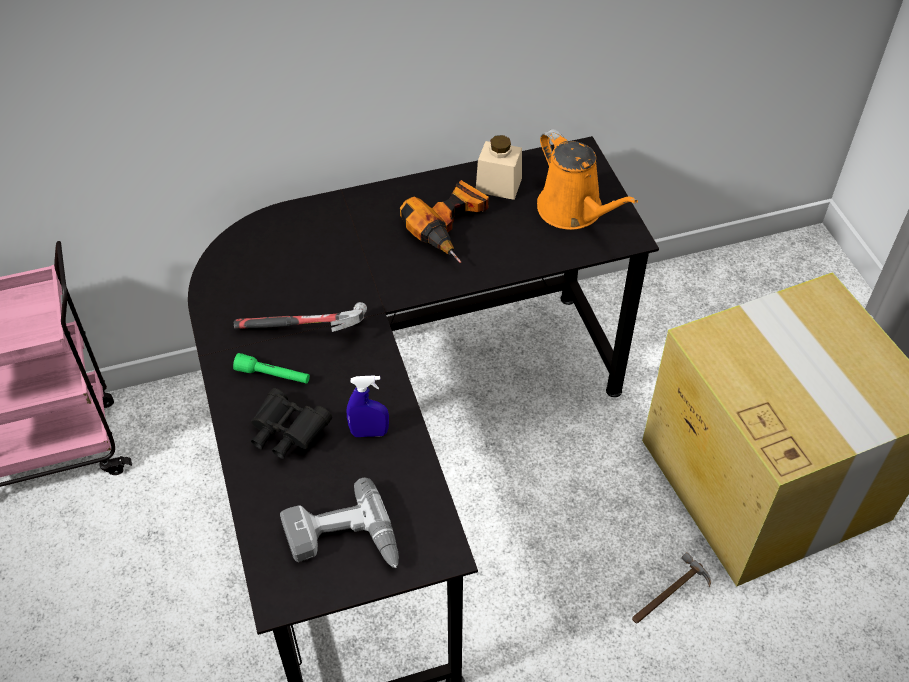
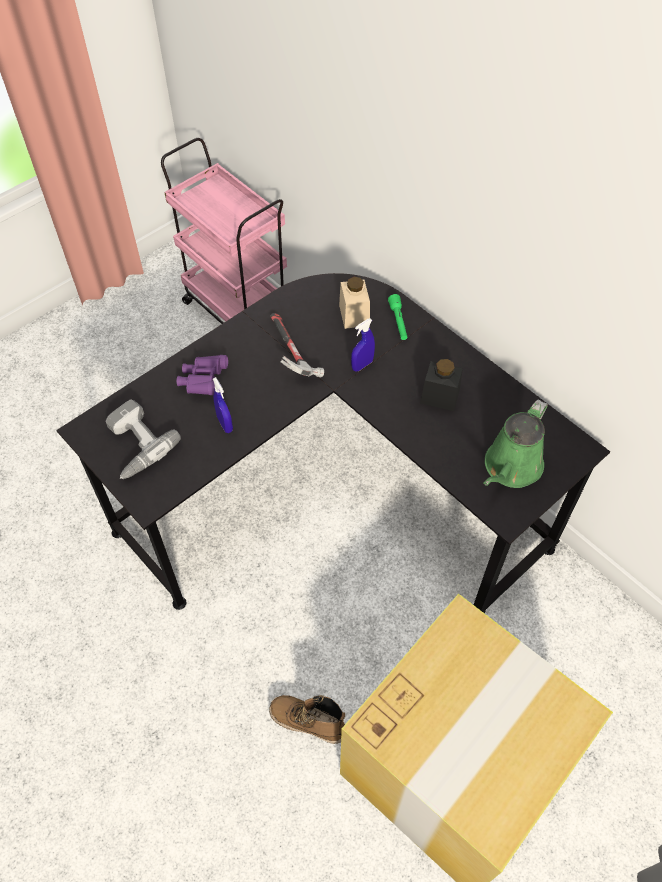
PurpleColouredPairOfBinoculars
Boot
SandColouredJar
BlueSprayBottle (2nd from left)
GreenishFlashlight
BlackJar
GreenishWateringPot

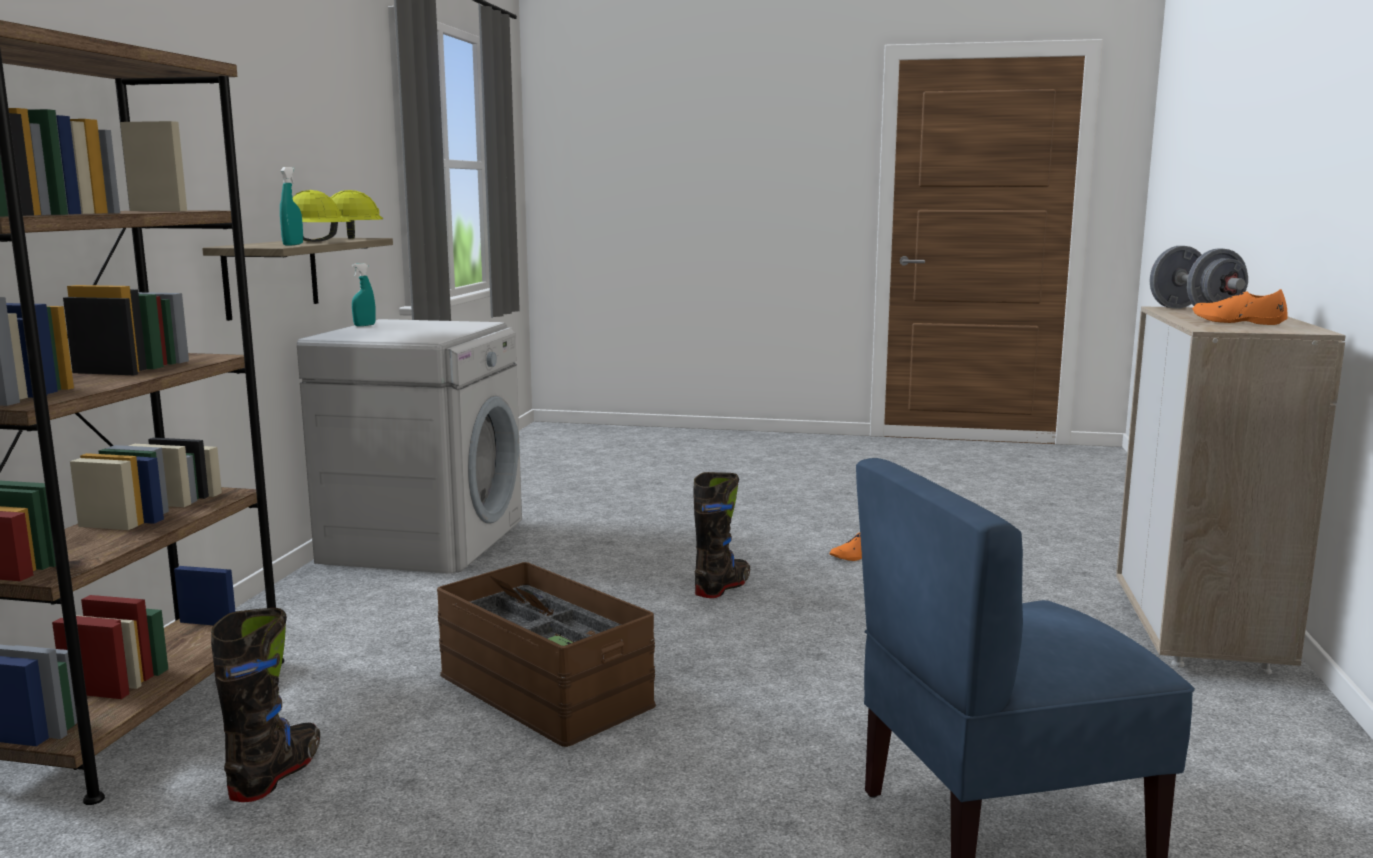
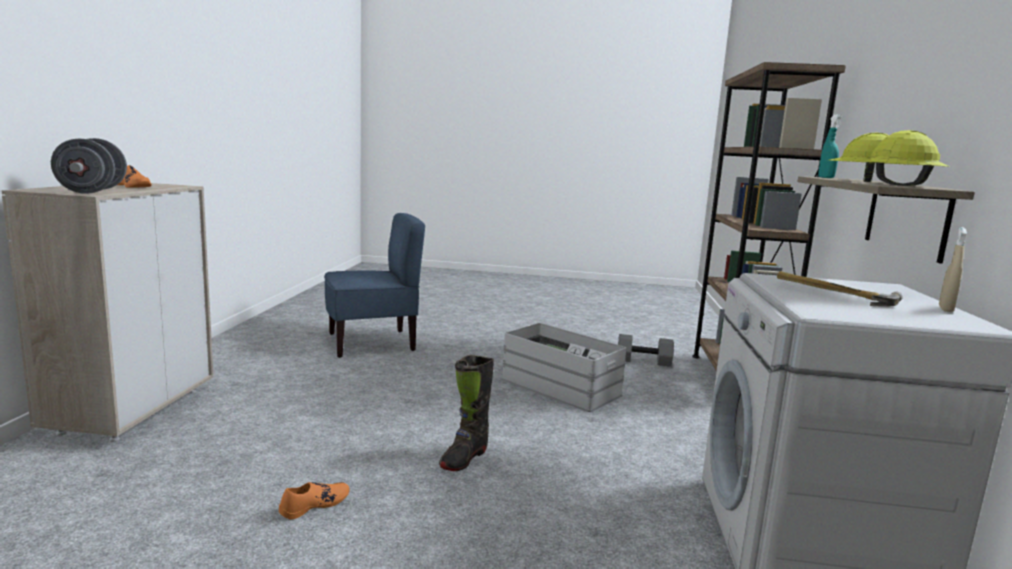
GreyStorageBox
GreyHandWeight (2nd from left)
ToolHammer
SandColouredSprayBottle

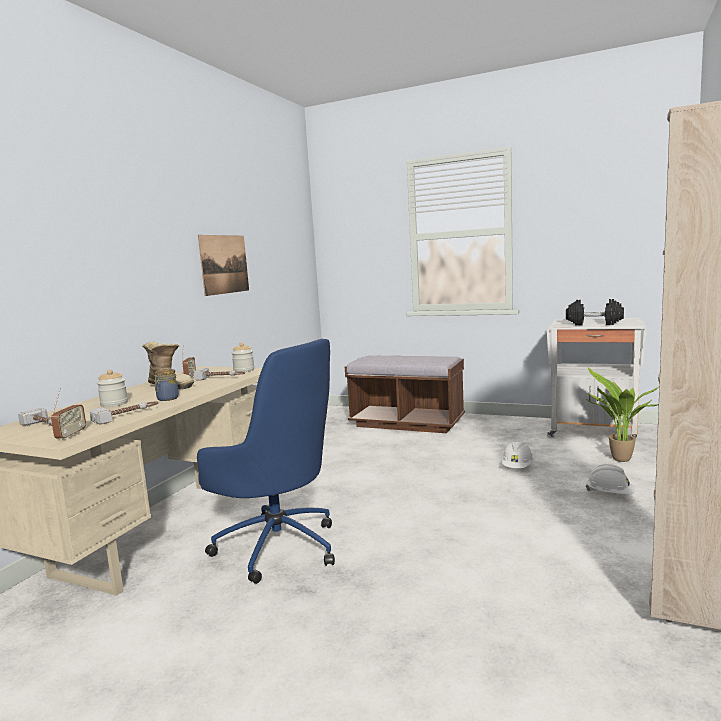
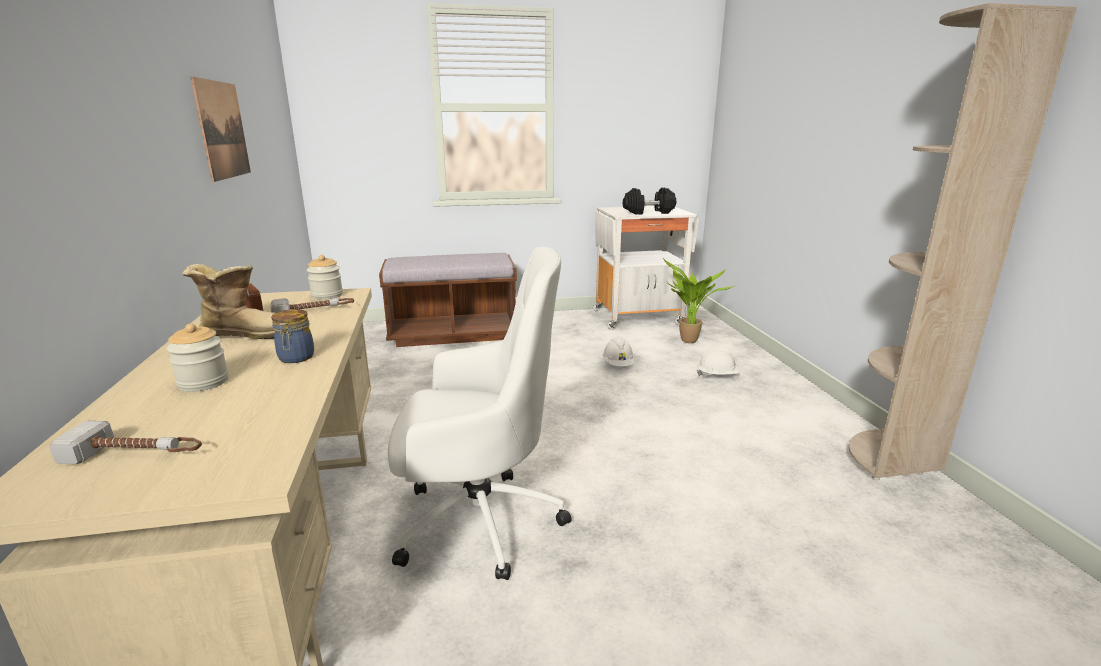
WhiteOfficeChair
Radio (1st from left in the first image)
ToolHammer (2nd from left in the first image)

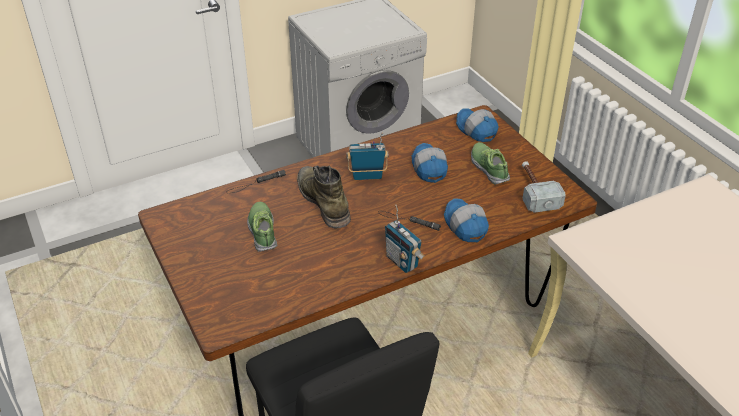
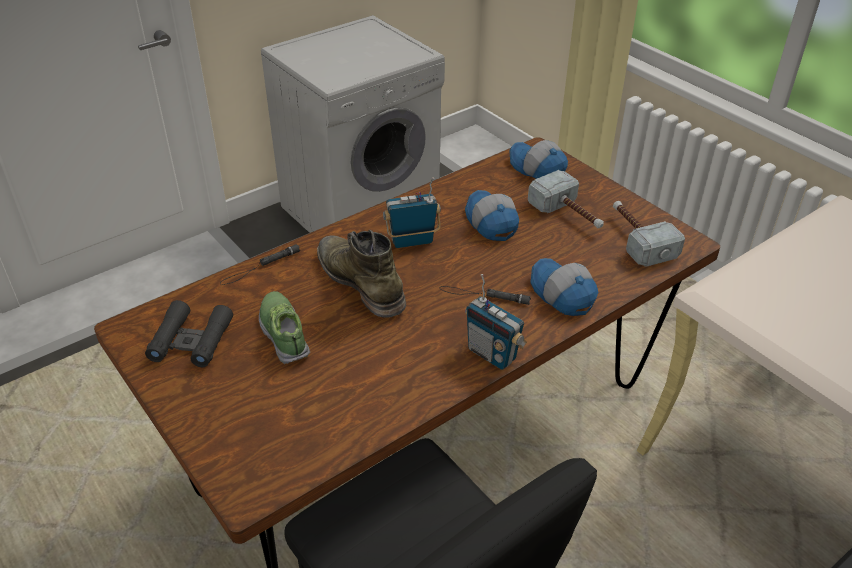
BlackPairOfBinoculars
ToolHammer (1st from left)

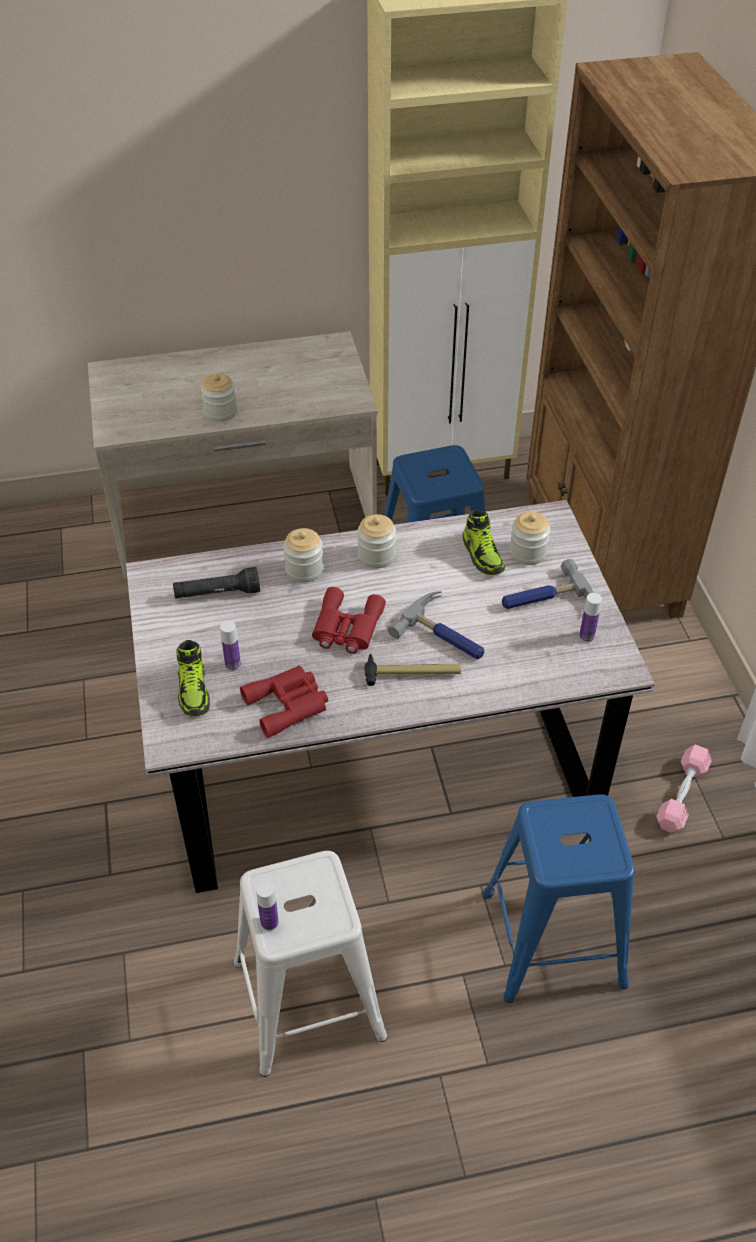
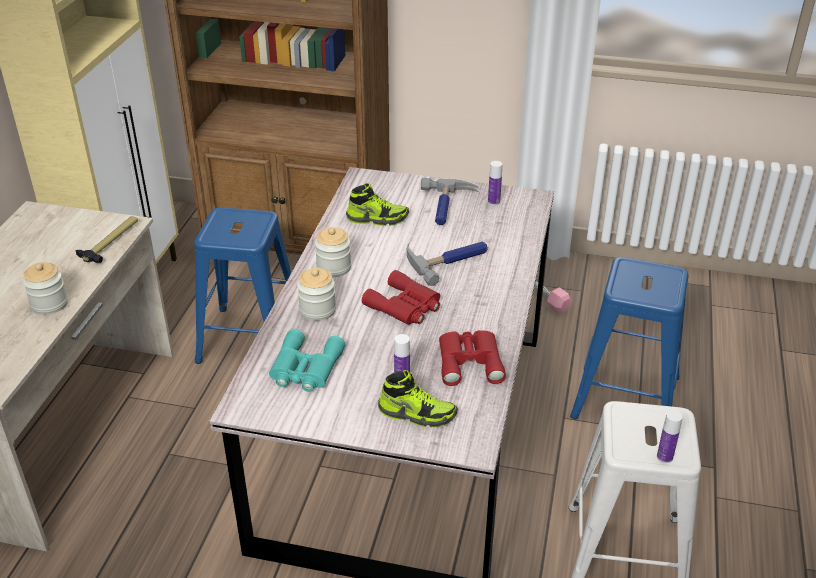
ToolHammer (1st from left)
TurquoisePairOfBinoculars
Jar (4th from left in the first image)

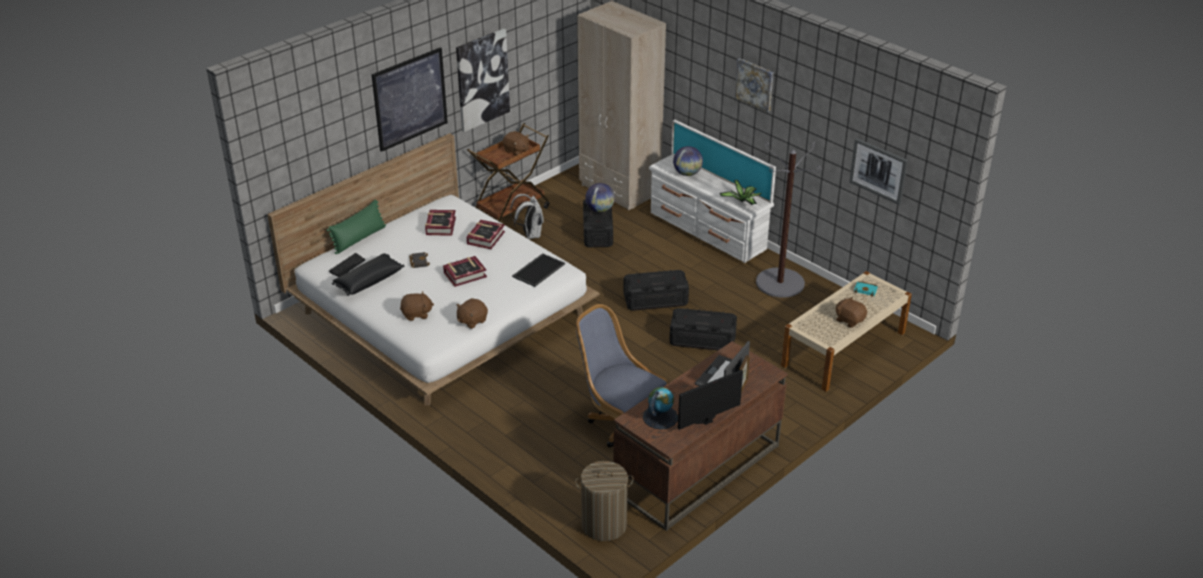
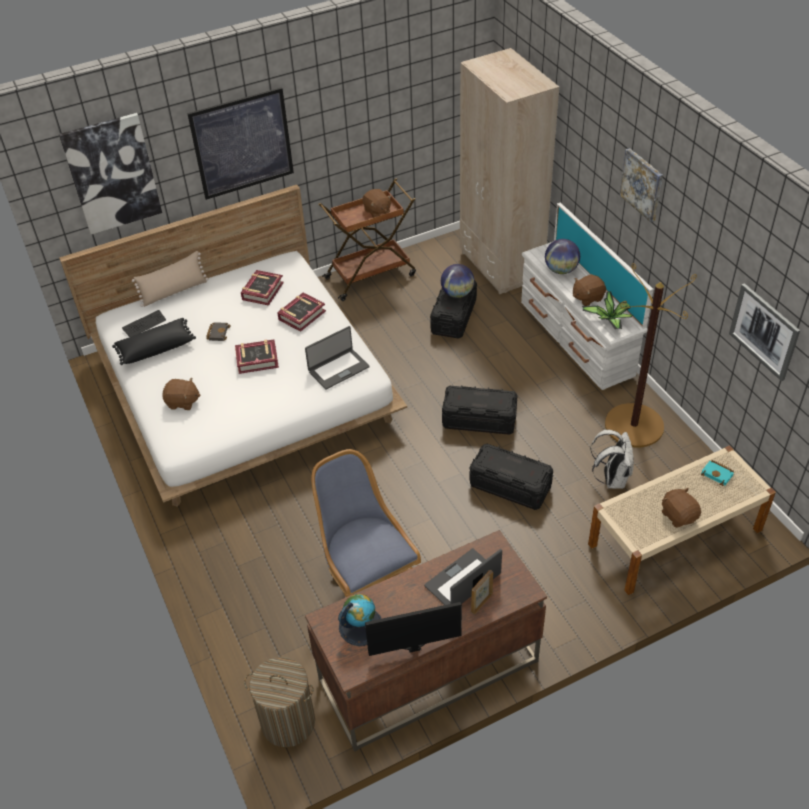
WallArt (1st from left)
SandColouredPillow
PortableComputer (1st from left)
BrownColouredSoftToy (3rd from left)
WhiteRucksack
BrownColouredClothesRack

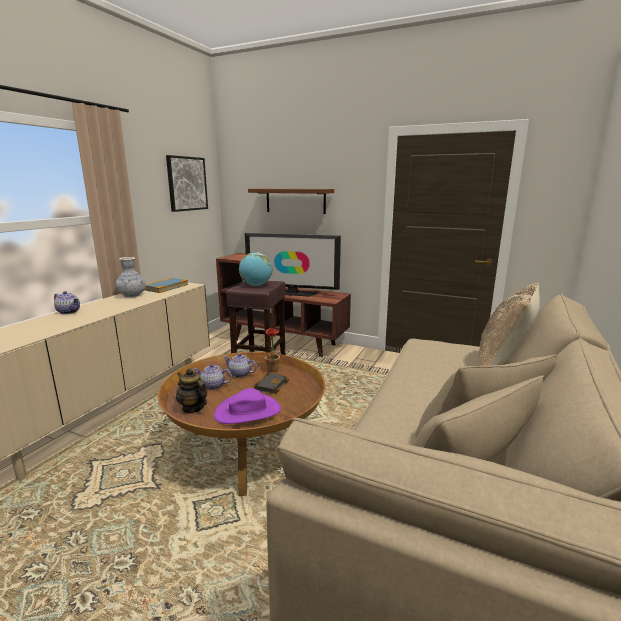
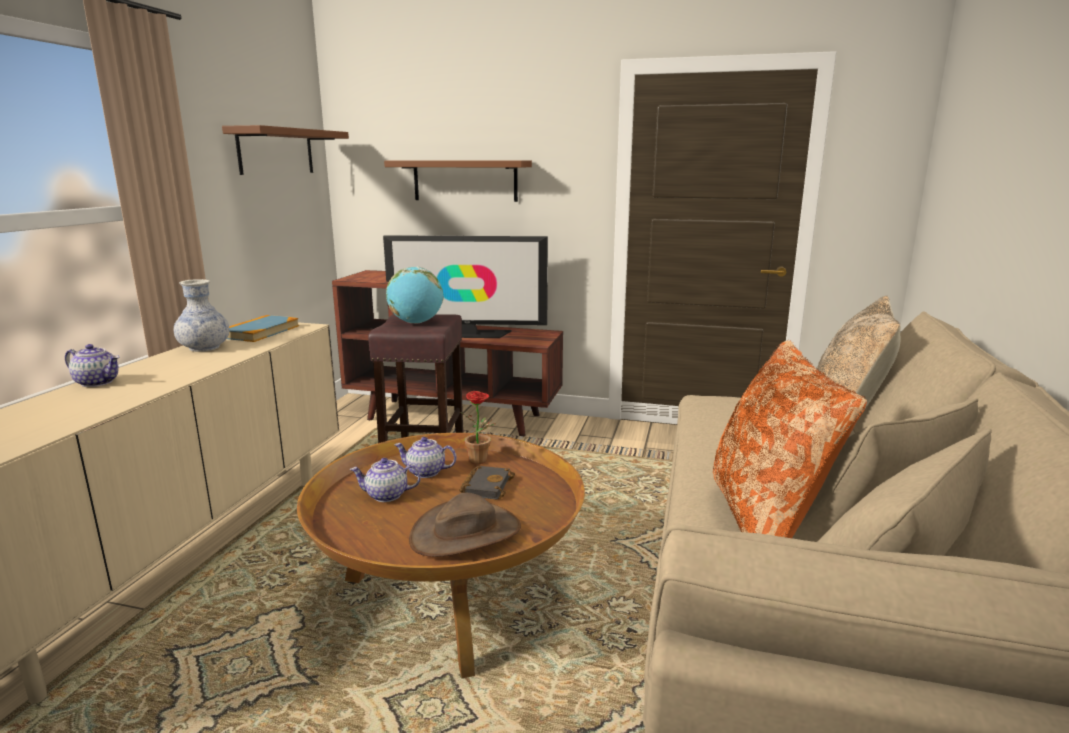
BrownColouredBracketShelf (1st from left)
BrownColouredClothingHat
OrangeColouredPillow
PotForTea (2nd from left in the first image)

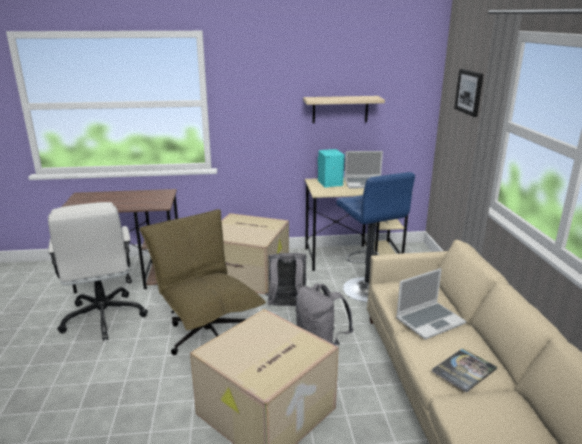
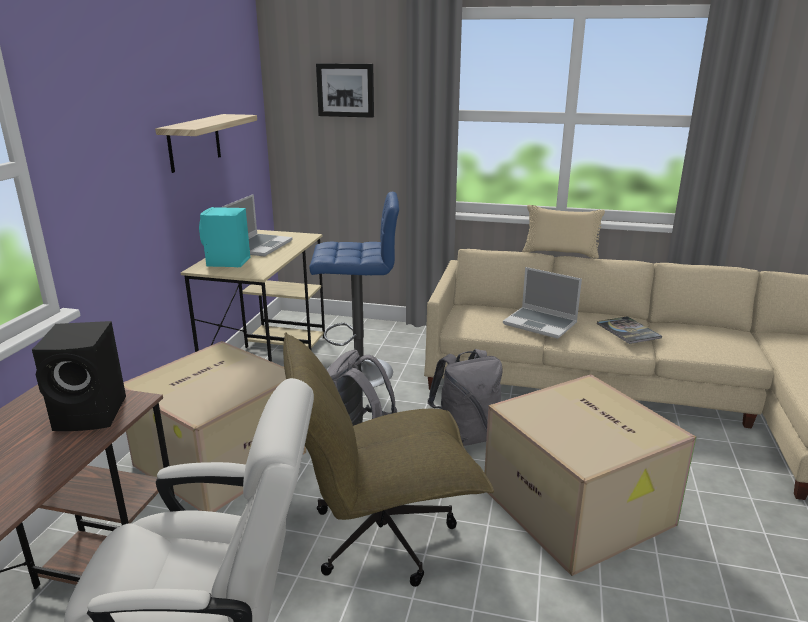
BlackSpeaker
PortableComputer (2nd from left)
SandColouredPillow

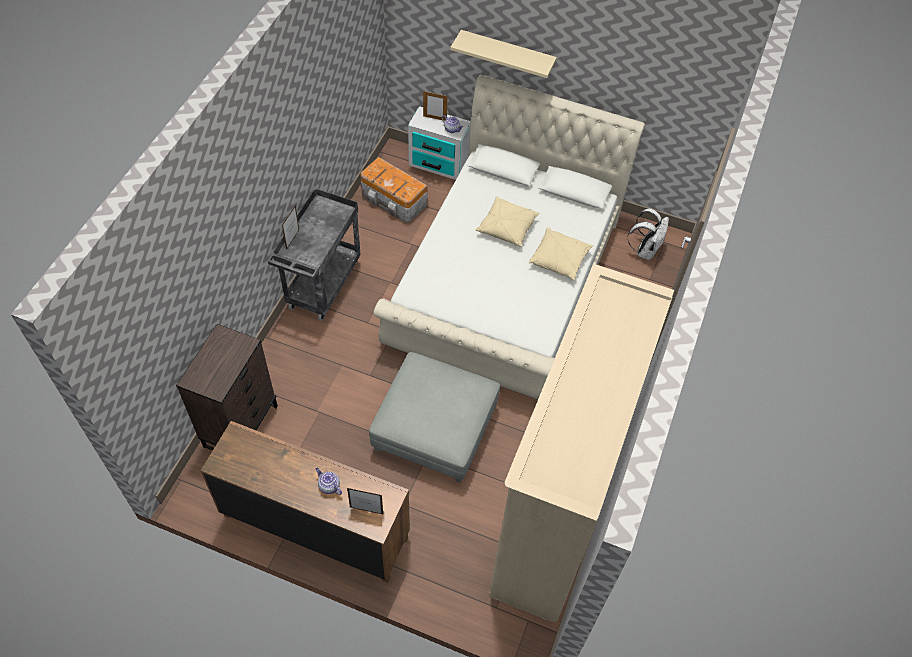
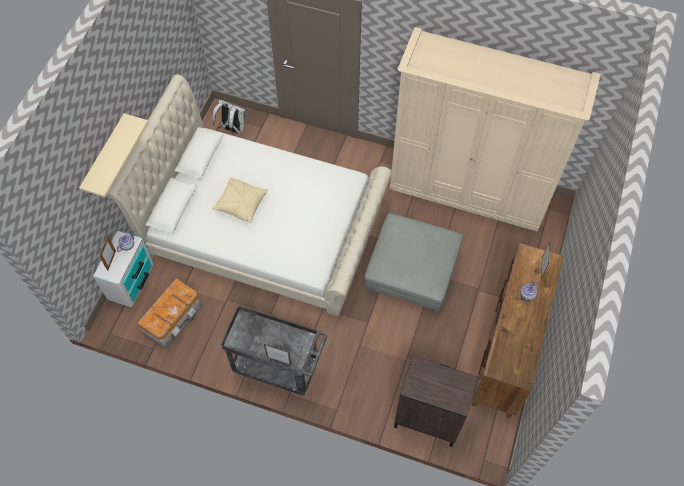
SandColouredPillow (2nd from left in the first image)

